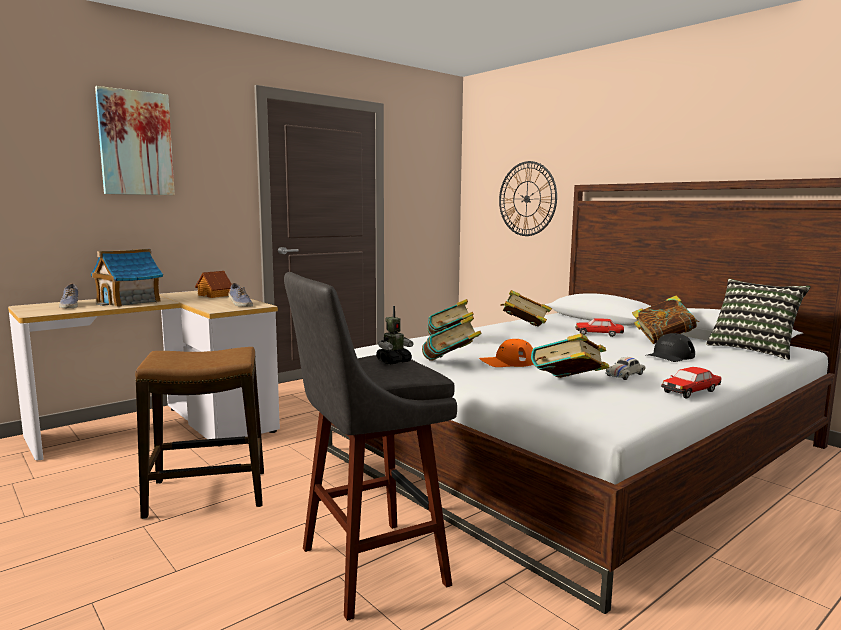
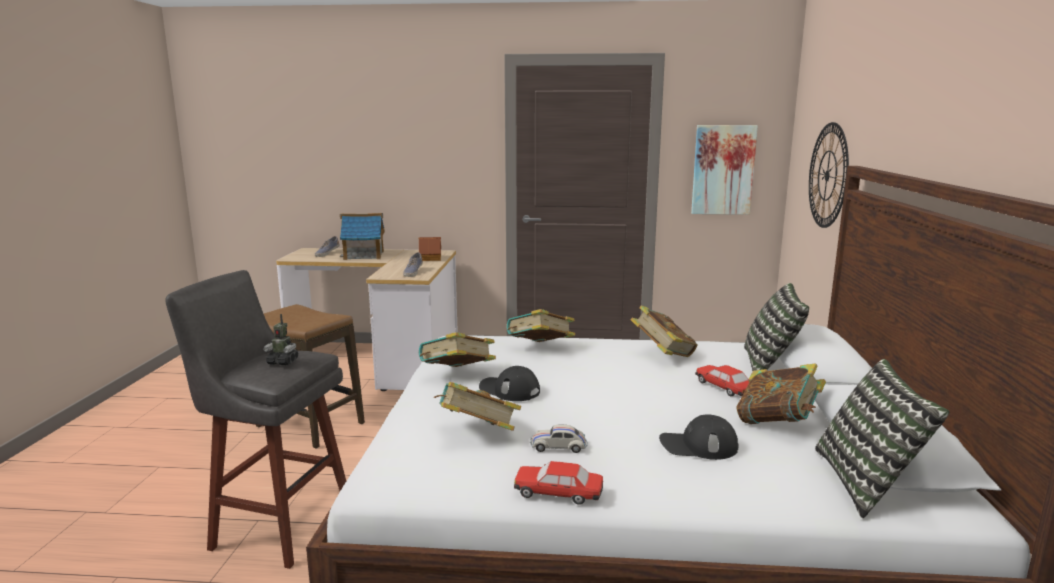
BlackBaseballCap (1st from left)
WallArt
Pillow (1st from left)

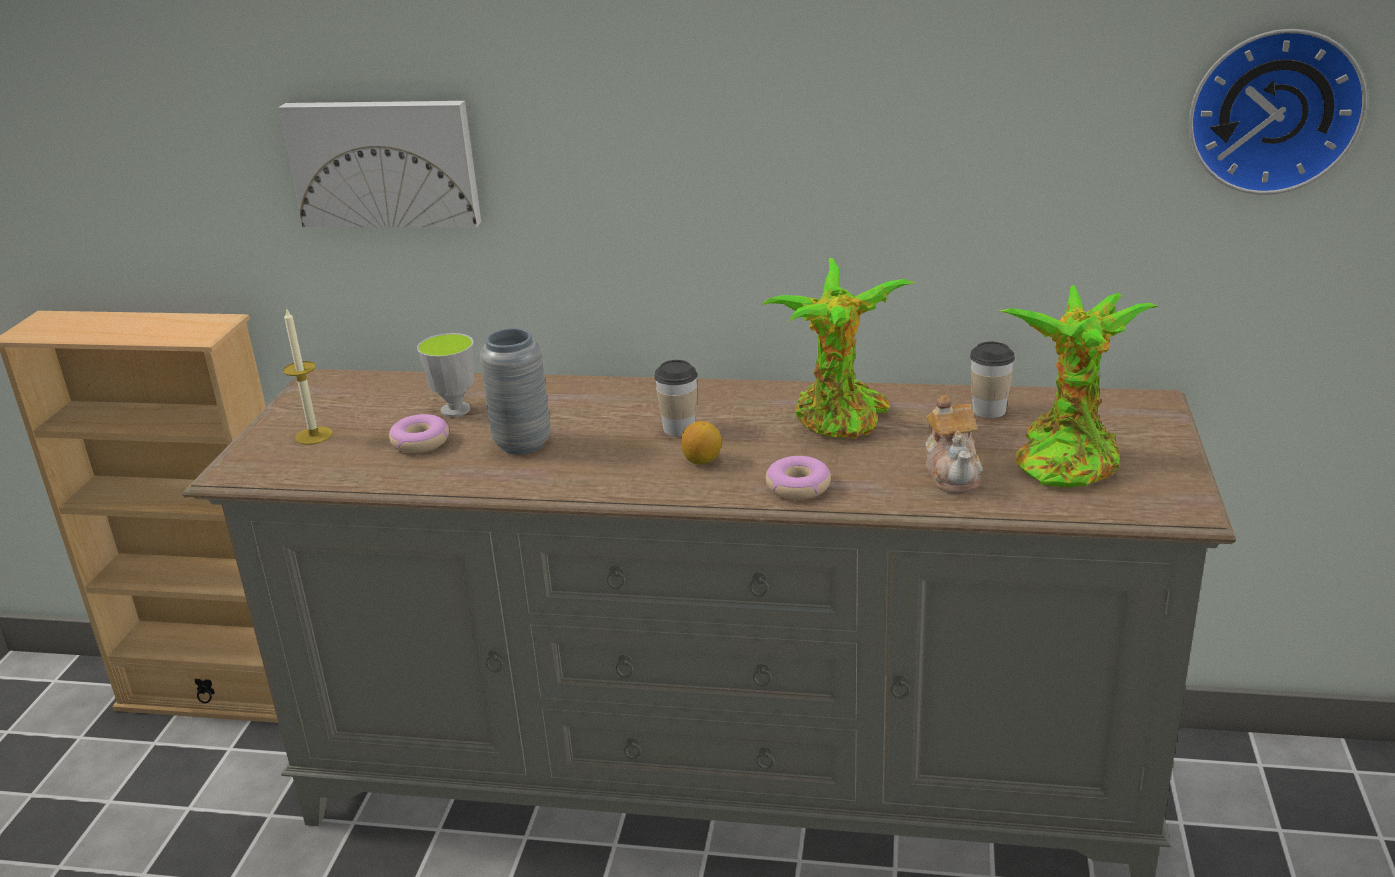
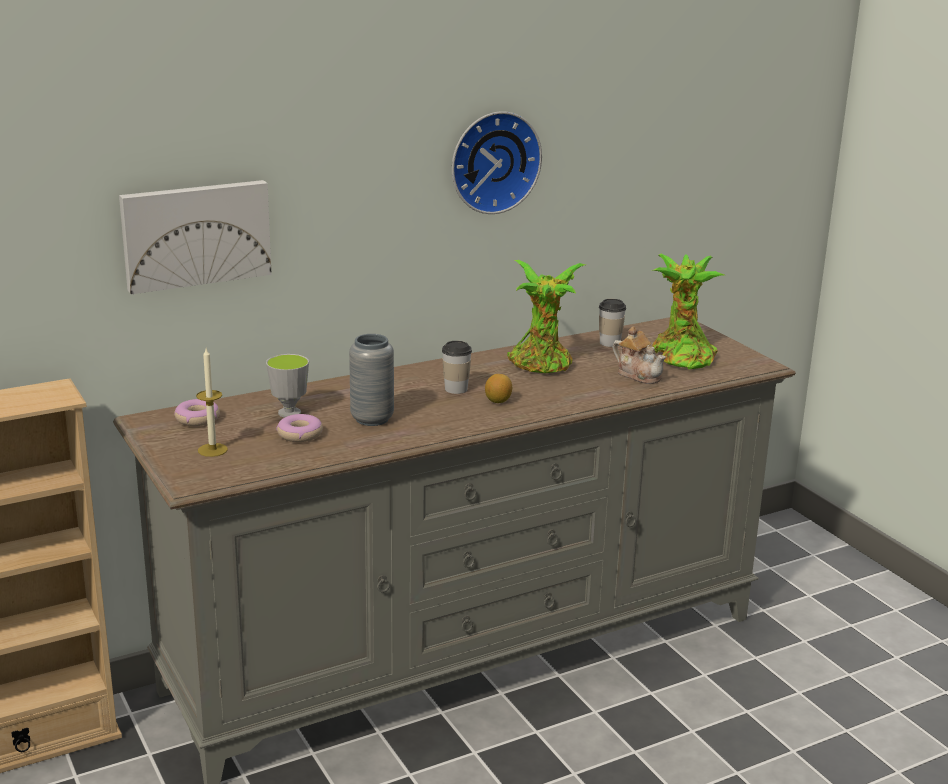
Doughnut (1st from left)
HangingClock

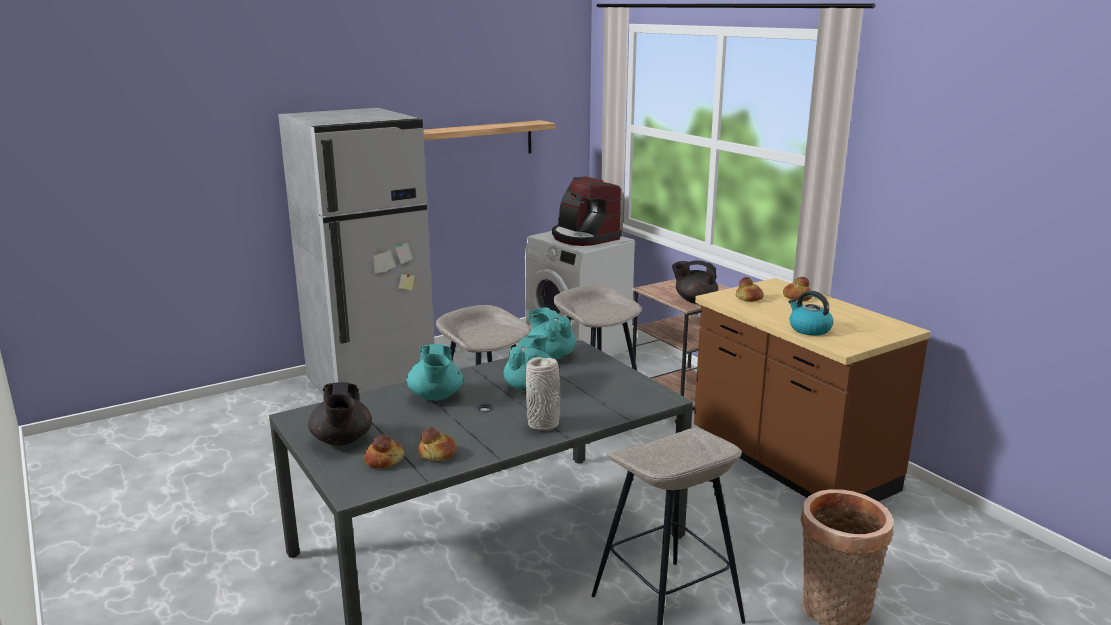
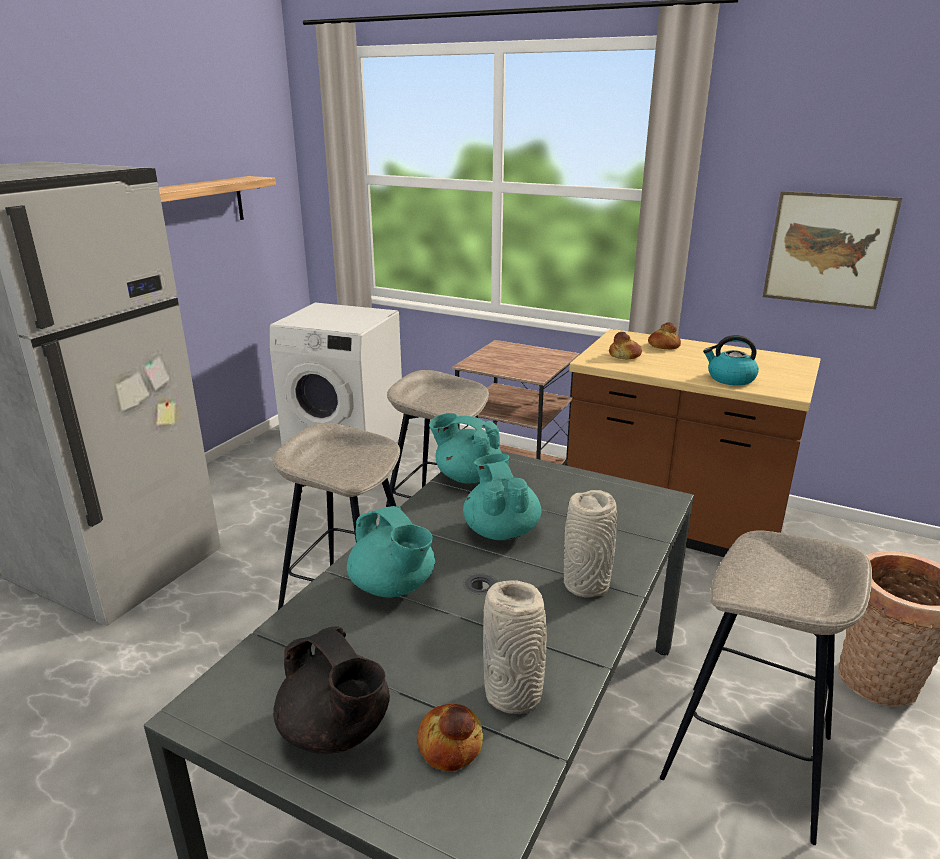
GreyDecorativeVase (1st from left)
WallArt
CoffeeMaker
BlackPotForTea (2nd from left in the first image)

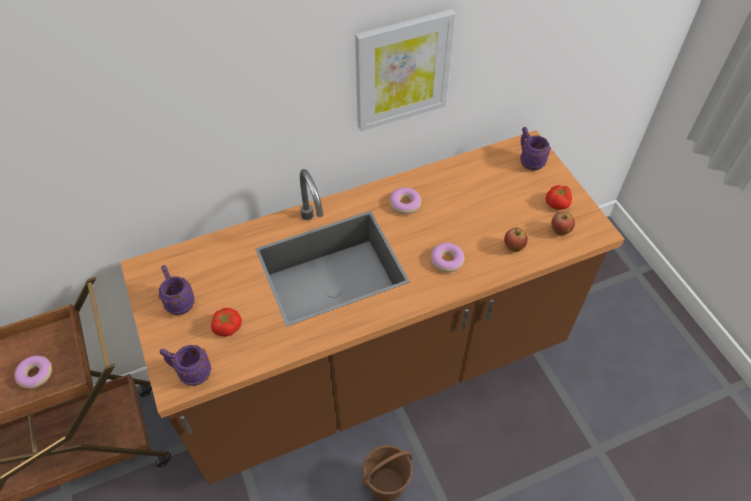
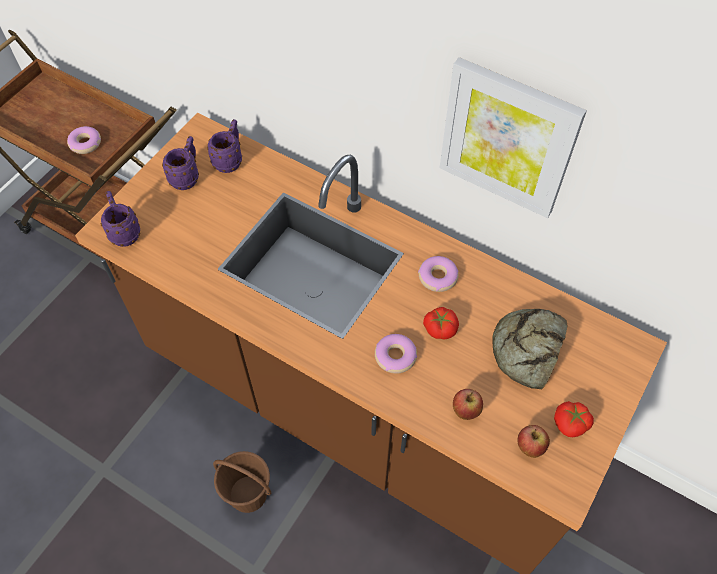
PurpleColouredTeaMug (3rd from left)
Tomato (1st from left)
BakedBread

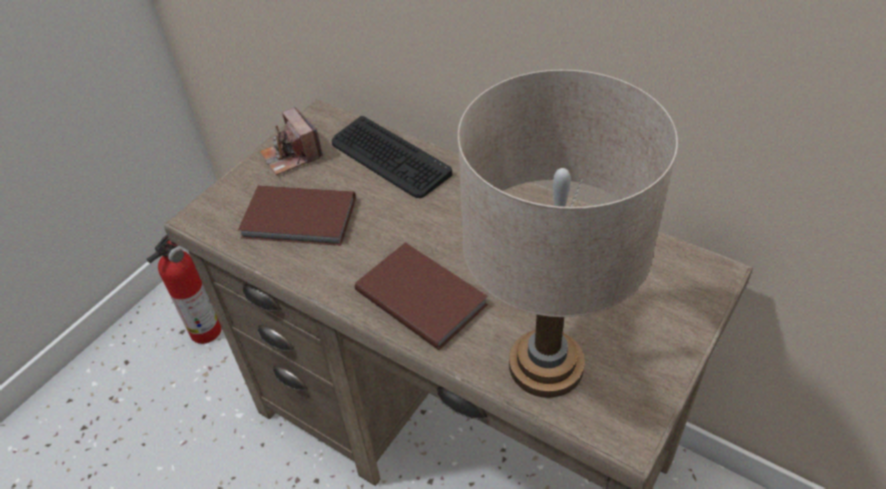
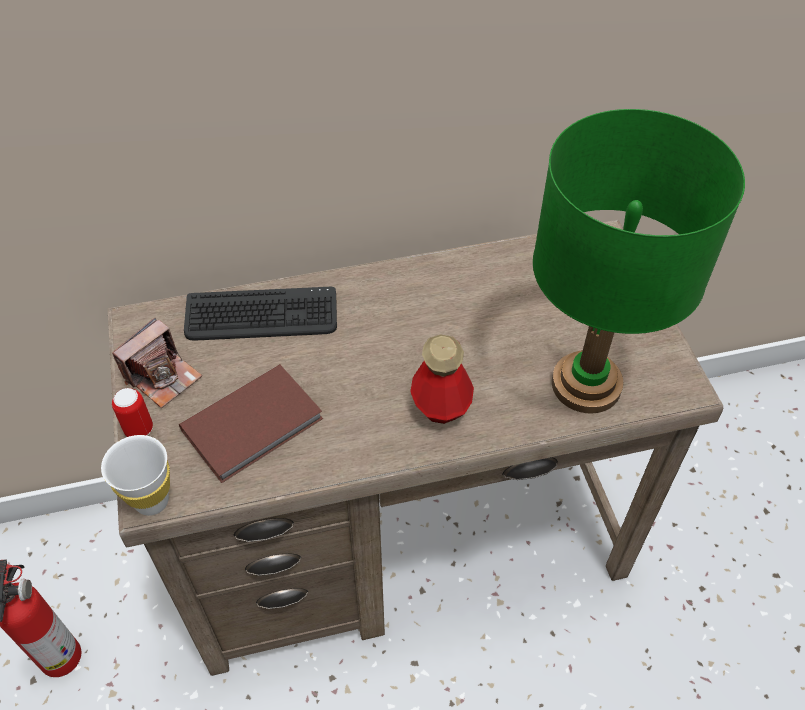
WhiteDrinkingCup
PhotoCamera
Can
BeverageBottle
GreenishTabletopLamp

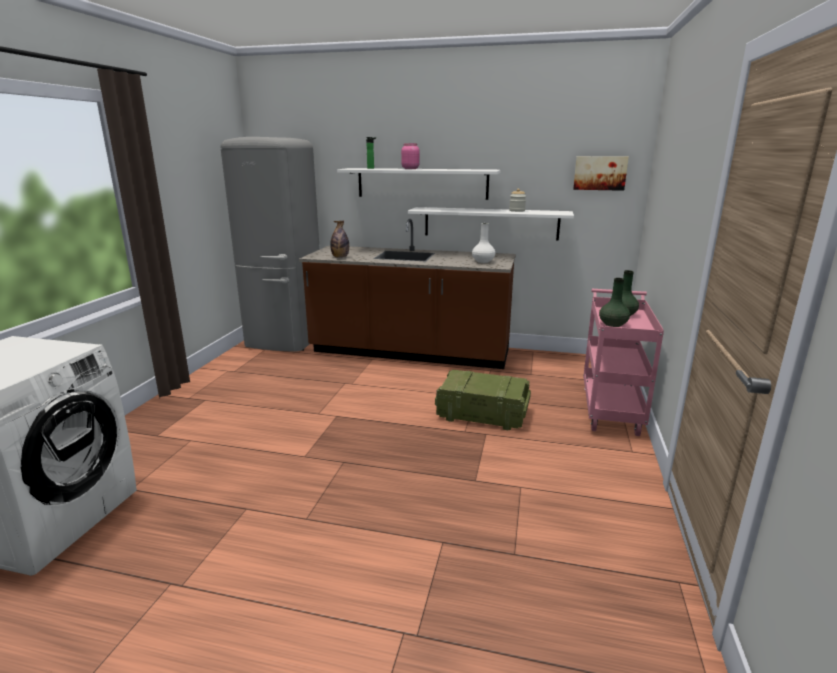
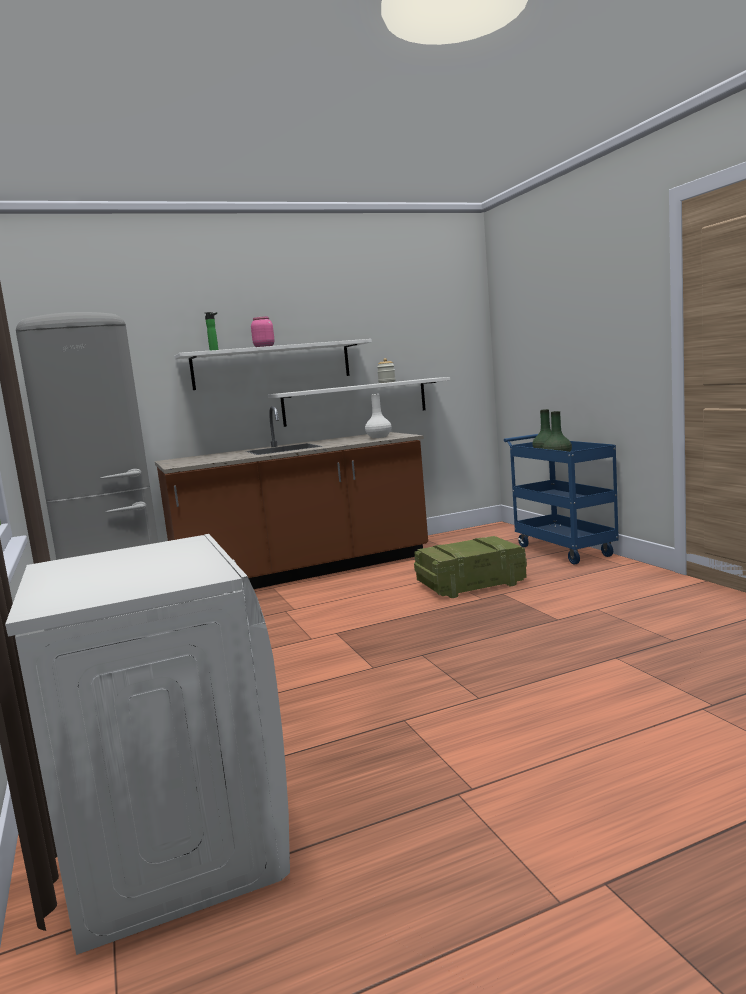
BlueCart
BeverageBottle (1st from left in the first image)
WallArt

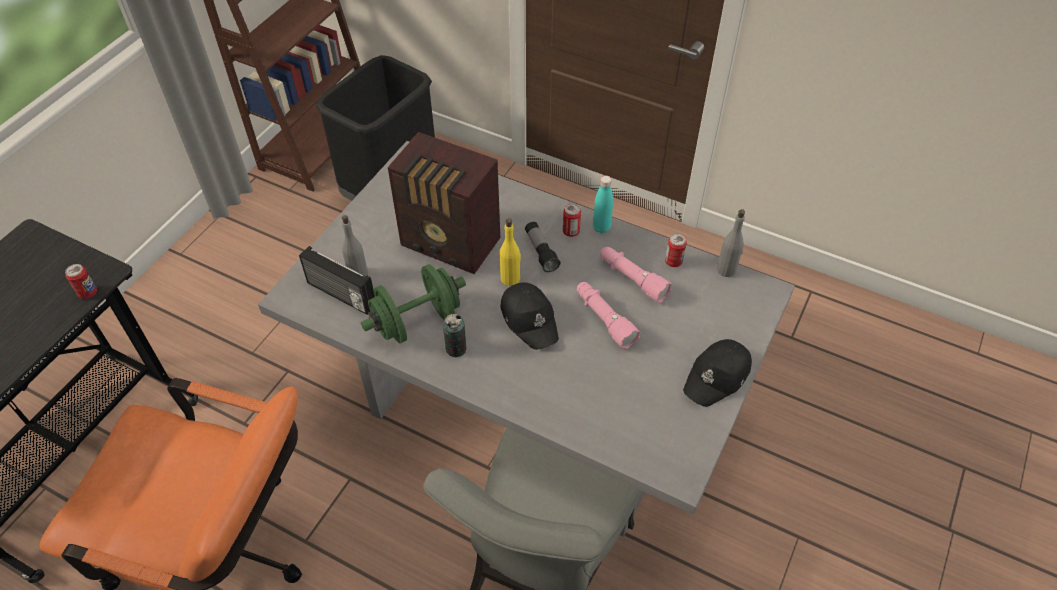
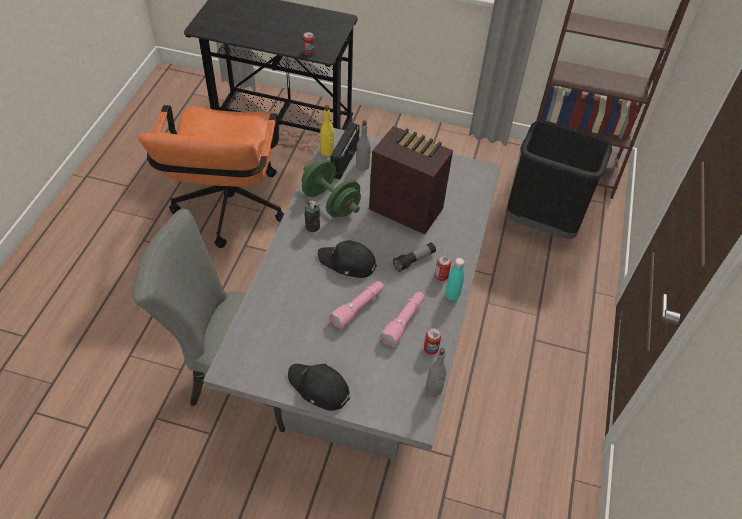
BlackBaseballCap (2nd from left)
YellowishBeverageBottle
Radio (2nd from left)

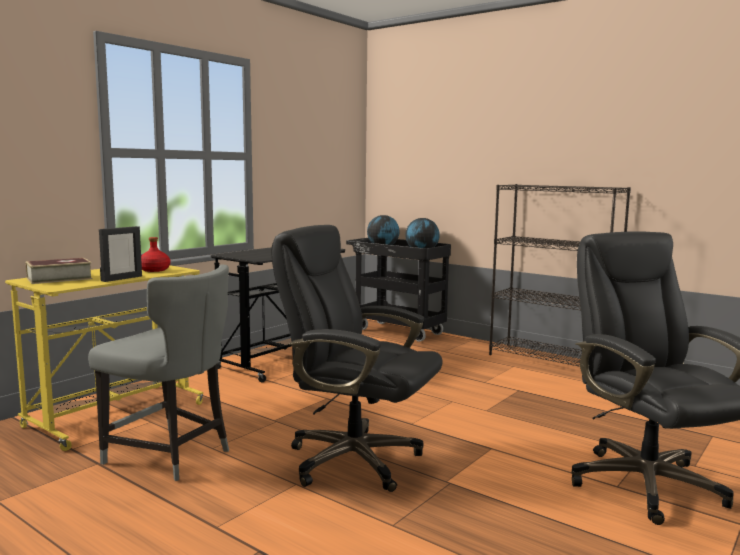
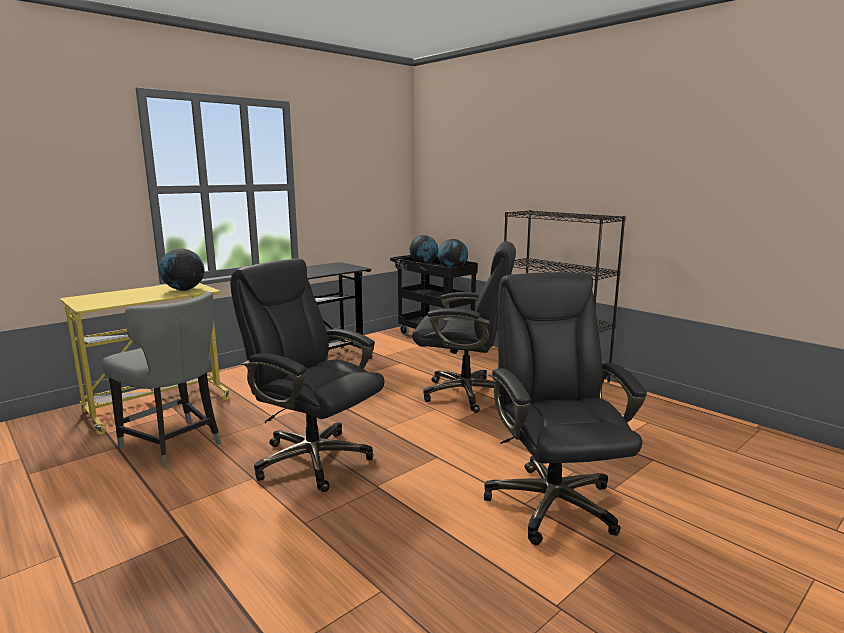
WorldGlobe (1st from left)
BlackOfficeChair (2nd from left)
BoundBook
PictureFrame

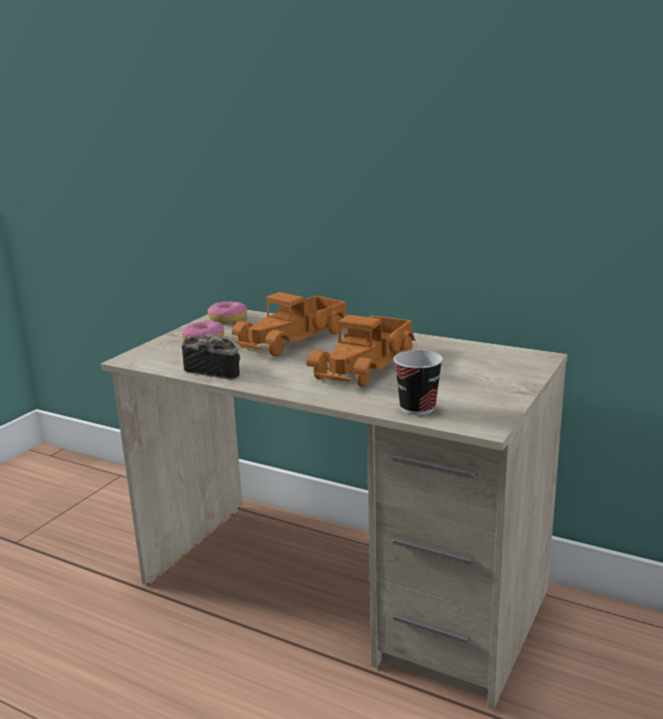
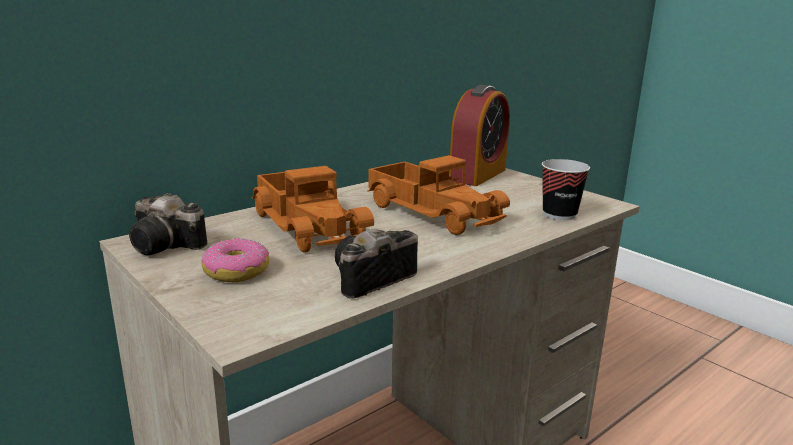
PhotoCamera (1st from left)
BedsideClock

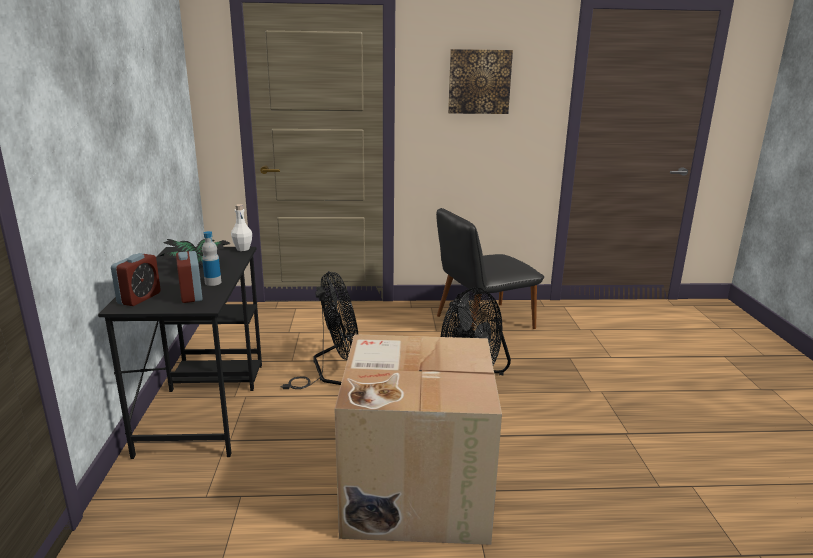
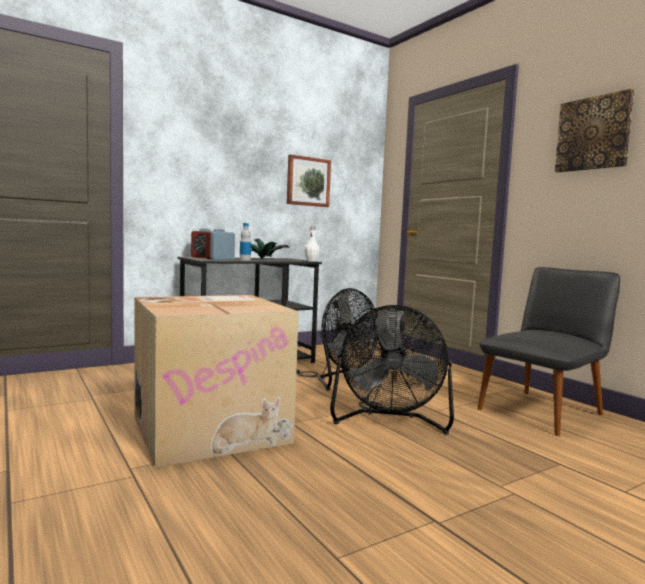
WallArt (1st from left)
BlackChair

